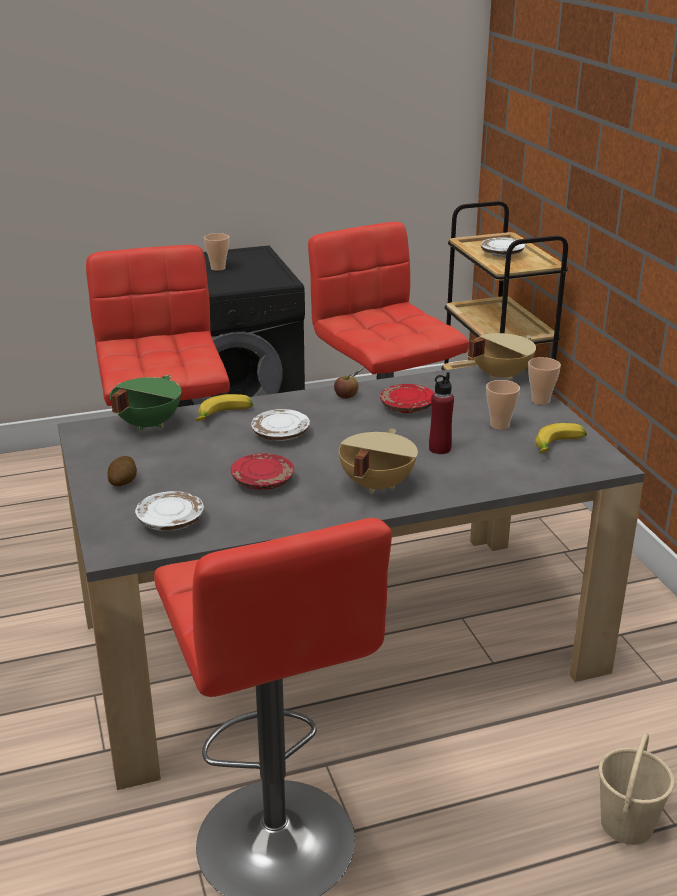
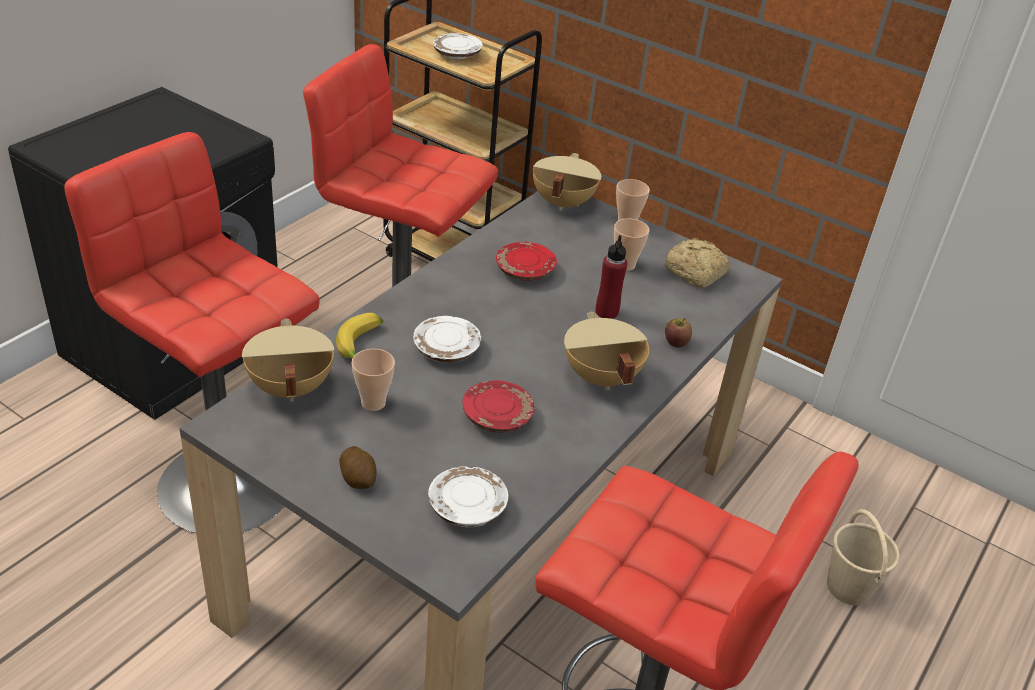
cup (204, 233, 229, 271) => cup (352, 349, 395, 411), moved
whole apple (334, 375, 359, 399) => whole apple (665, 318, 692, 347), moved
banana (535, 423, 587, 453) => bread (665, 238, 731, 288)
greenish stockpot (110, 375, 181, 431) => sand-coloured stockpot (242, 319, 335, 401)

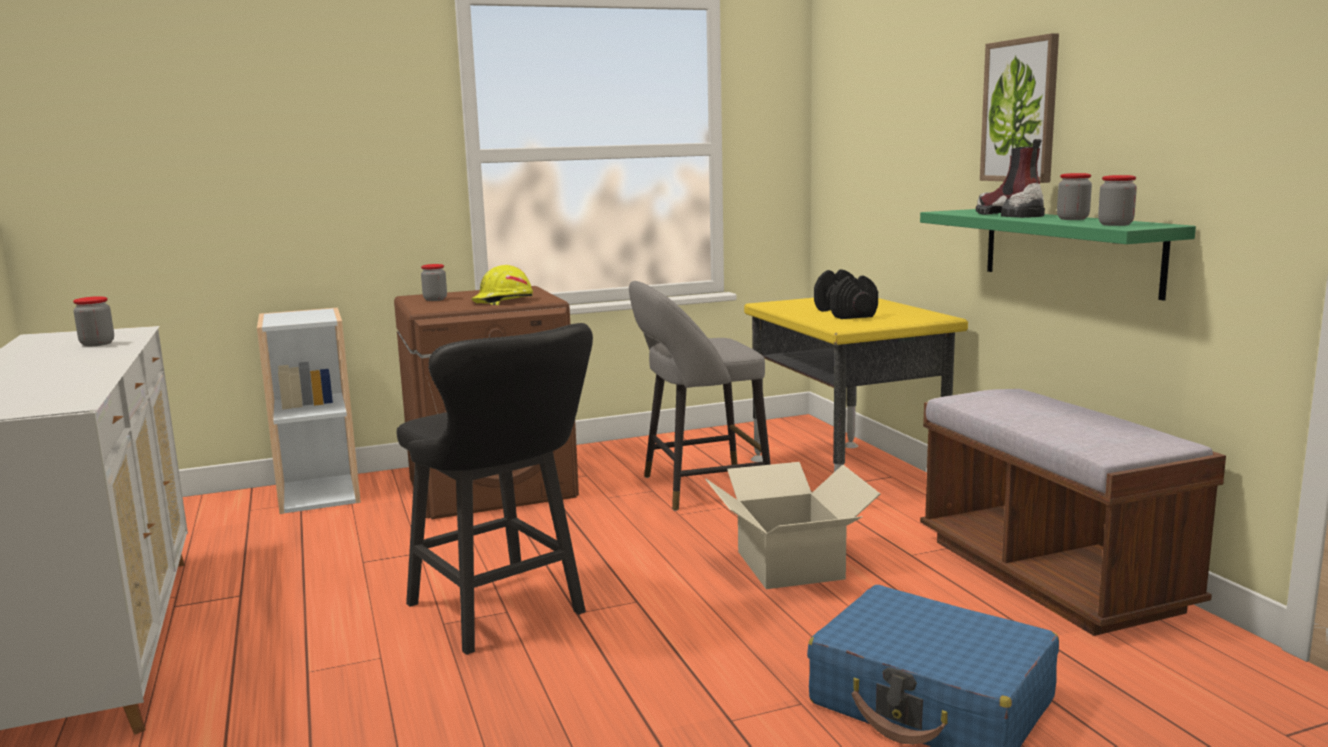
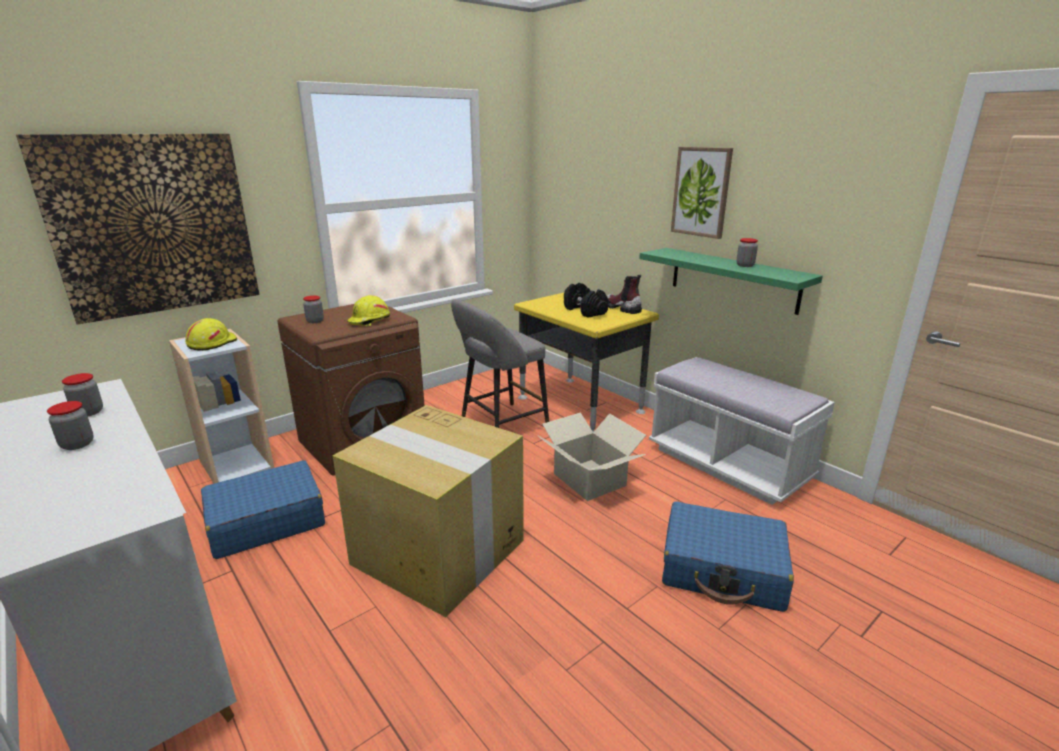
nothing => picture (16, 134, 259, 325)
nothing => yellowish hard hat (185, 318, 237, 351)
nothing => blue travel case (201, 460, 325, 559)
high-top boot (976, 139, 1045, 218) => high-top boot (607, 275, 642, 314), moved
storage jar (1098, 175, 1137, 226) => storage jar (47, 401, 94, 450), moved
black-coloured stool (396, 323, 593, 655) => packing box (333, 405, 524, 617)
brown bench (920, 389, 1226, 636) => whitish bench (649, 357, 835, 505)

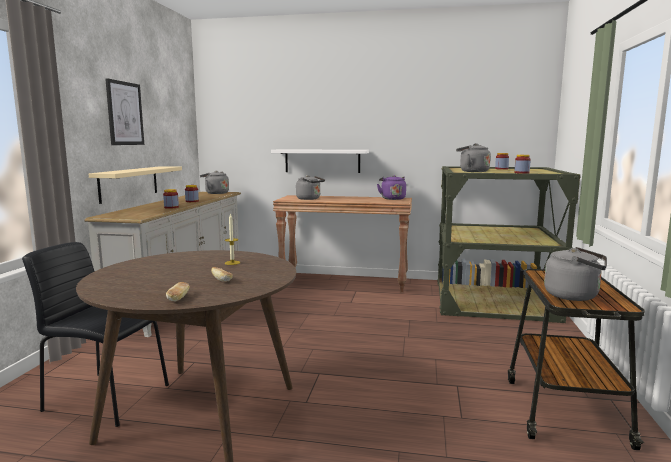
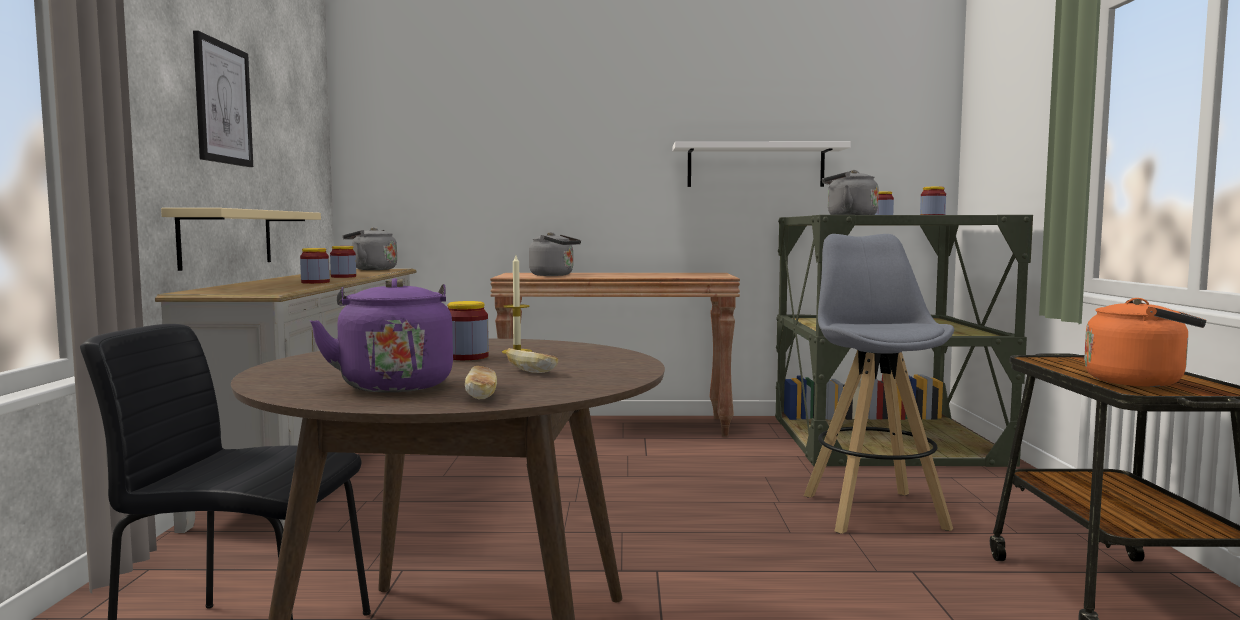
nothing => storage jar (447, 301, 489, 360)
nothing => gray stool (804, 234, 954, 534)
whitish shelf (271, 149, 369, 173) => whitish shelf (673, 142, 851, 187), moved
purple water kettle (377, 175, 406, 200) => purple water kettle (310, 278, 453, 392), moved
gray water kettle (544, 247, 607, 301) => orange water kettle (1084, 298, 1206, 387)

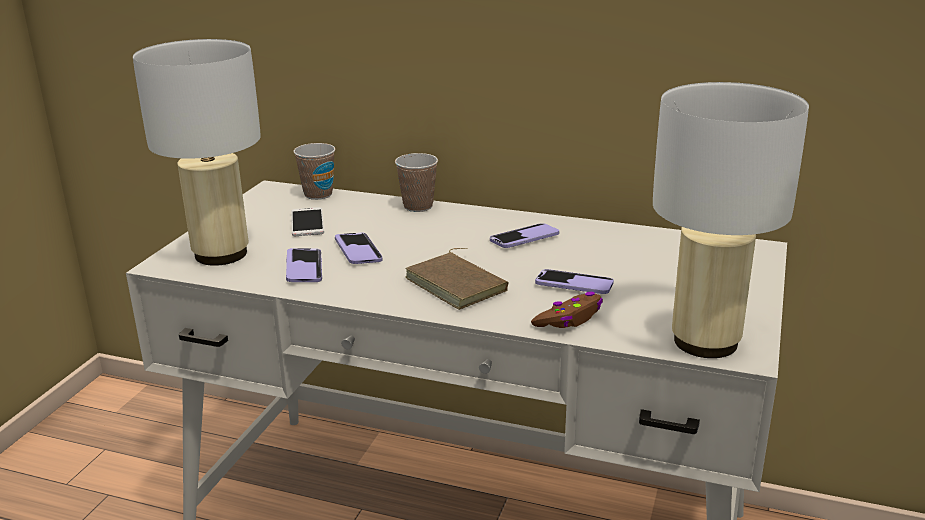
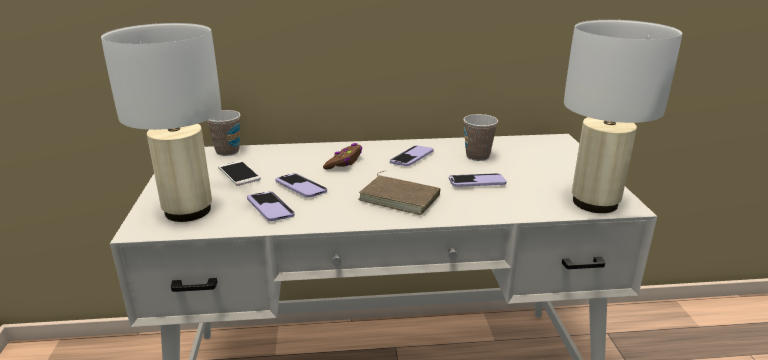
cup (395, 153, 438, 212) => cup (463, 114, 498, 161), moved
brown gamepad (531, 292, 603, 328) => brown gamepad (323, 143, 362, 169), moved

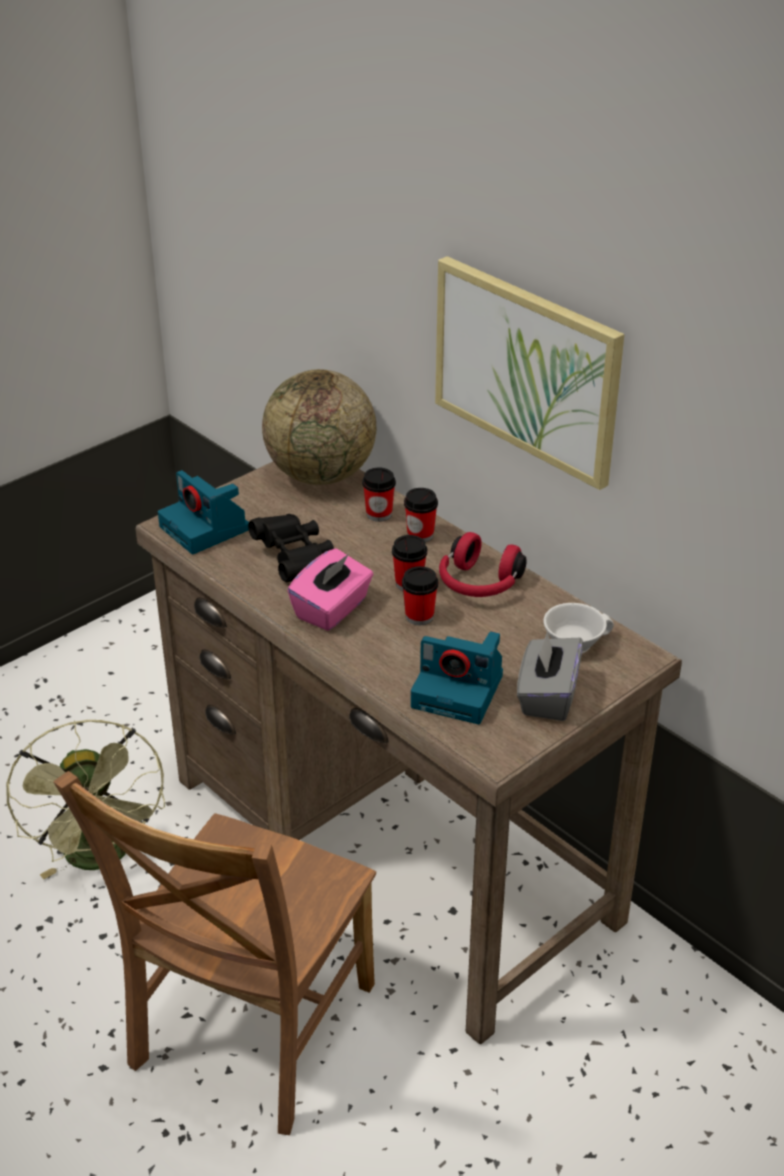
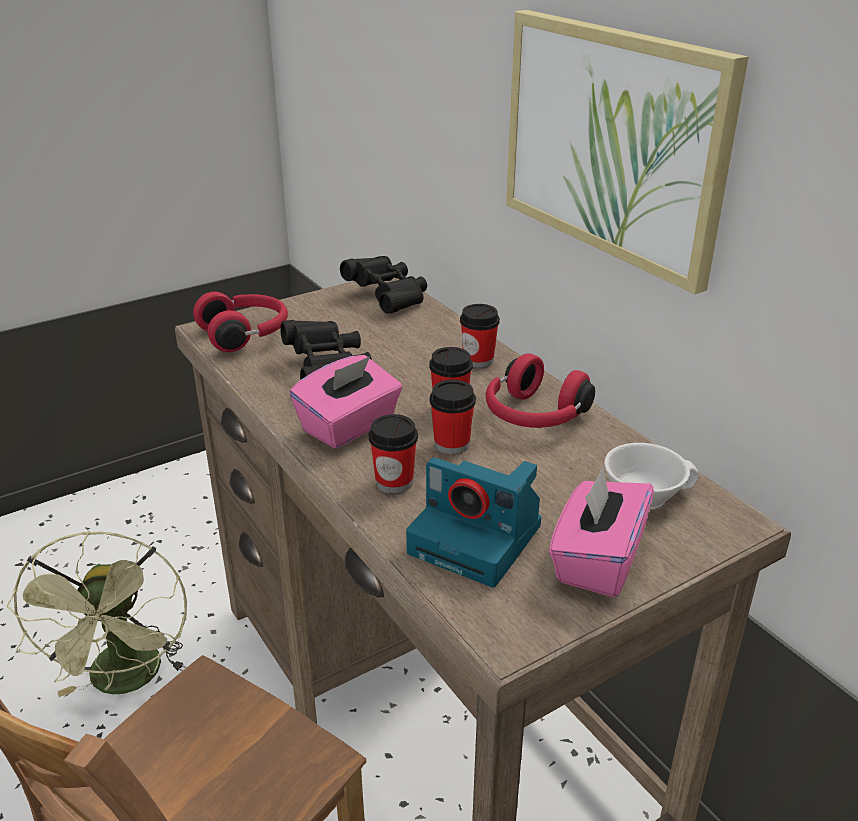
cup (362, 467, 396, 522) => cup (369, 414, 418, 493), moved
still camera (158, 470, 249, 554) => red headset (193, 292, 288, 352)
desk globe (262, 369, 376, 485) => black-coloured binoculars (340, 256, 427, 314)
gray box of tissues (517, 632, 583, 721) => pinkish box of tissues (549, 468, 654, 597)

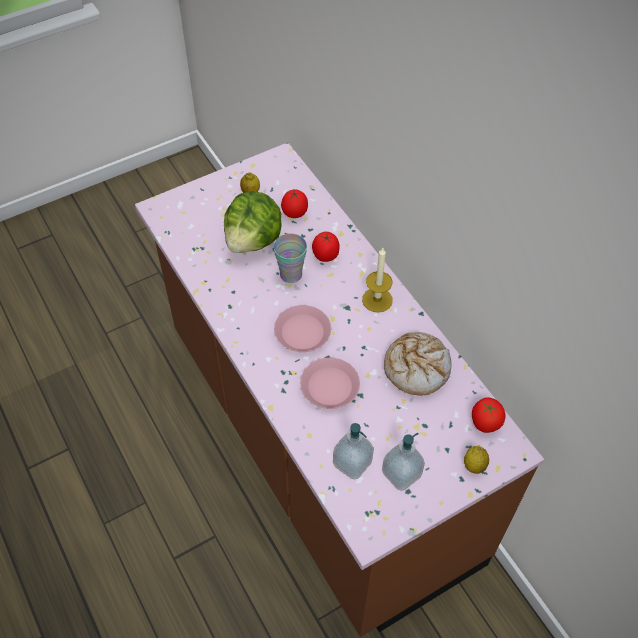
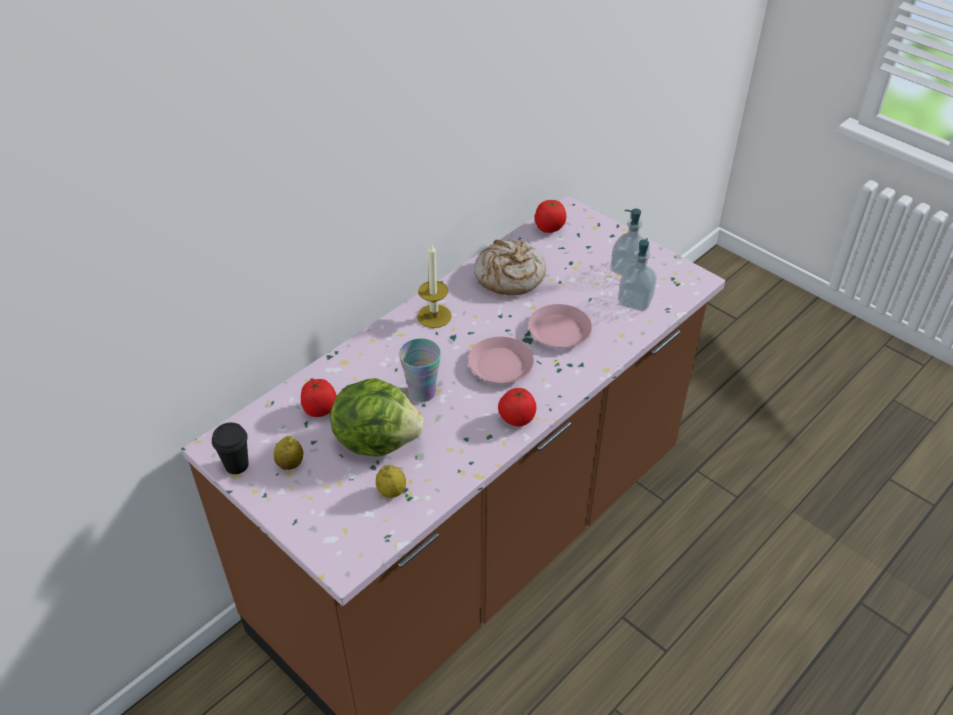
nothing => black-coloured cup (212, 423, 249, 474)
fresh tomato (312, 232, 340, 262) => fresh tomato (498, 388, 536, 427), moved
lemon (464, 446, 489, 474) => lemon (376, 465, 406, 498), moved

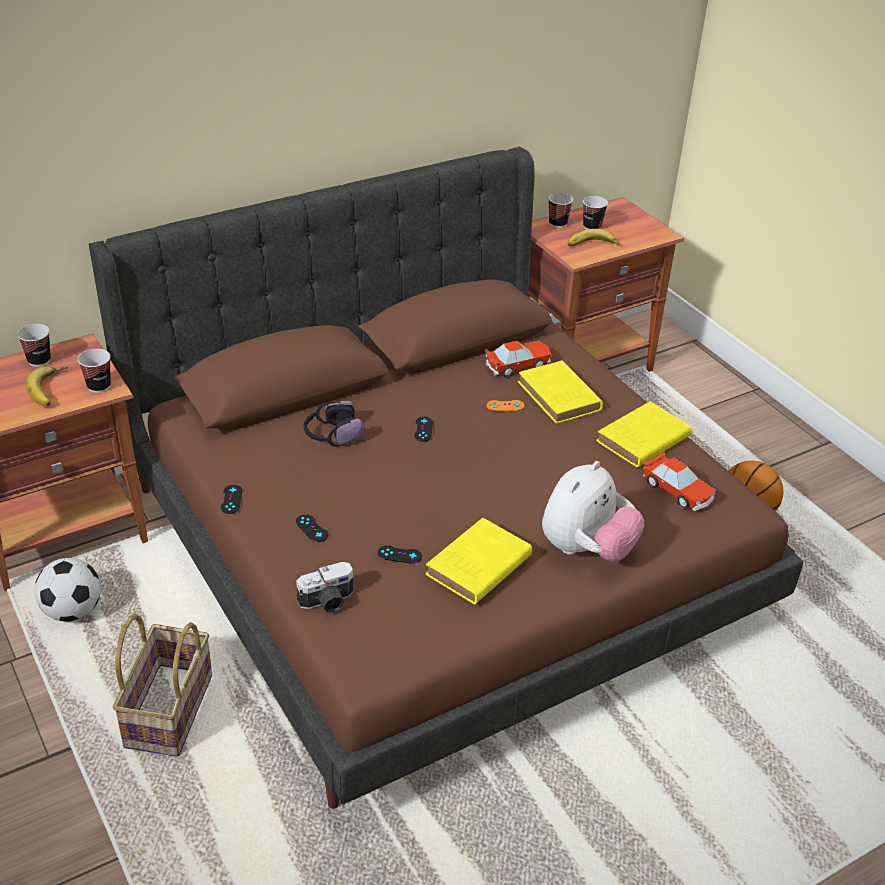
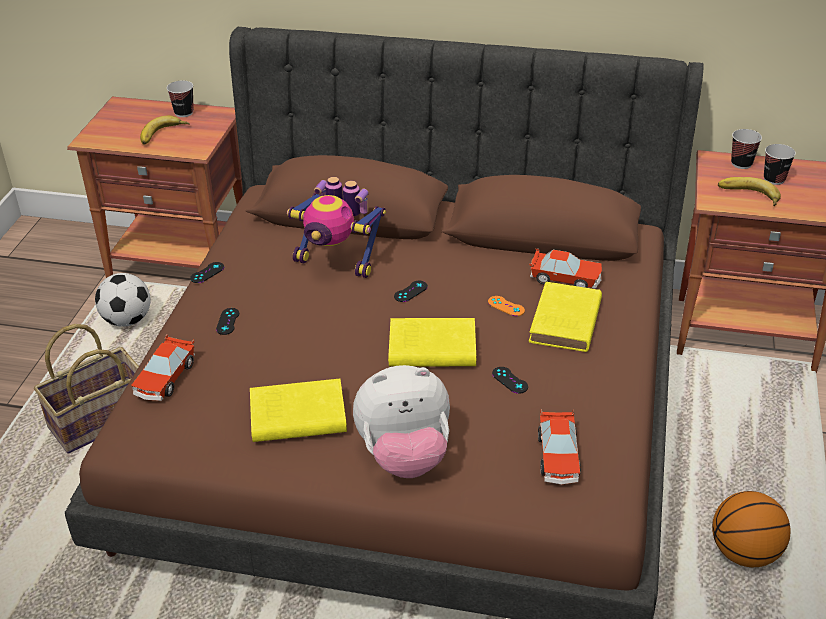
cup (78, 349, 111, 393) => nothing
black-coloured gamepad (378, 545, 422, 564) => black-coloured gamepad (492, 367, 528, 394), moved
yellowish volume (596, 401, 691, 467) => yellowish volume (388, 318, 477, 366), moved
still camera (296, 562, 353, 613) => miniature car (131, 334, 195, 401)
headset (304, 401, 365, 447) => robot figure (287, 177, 386, 278)

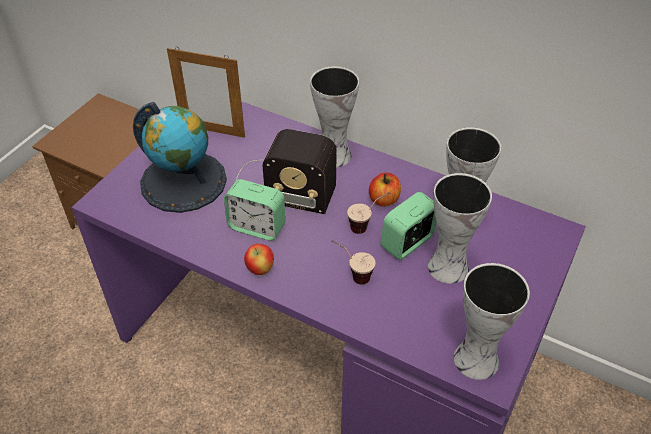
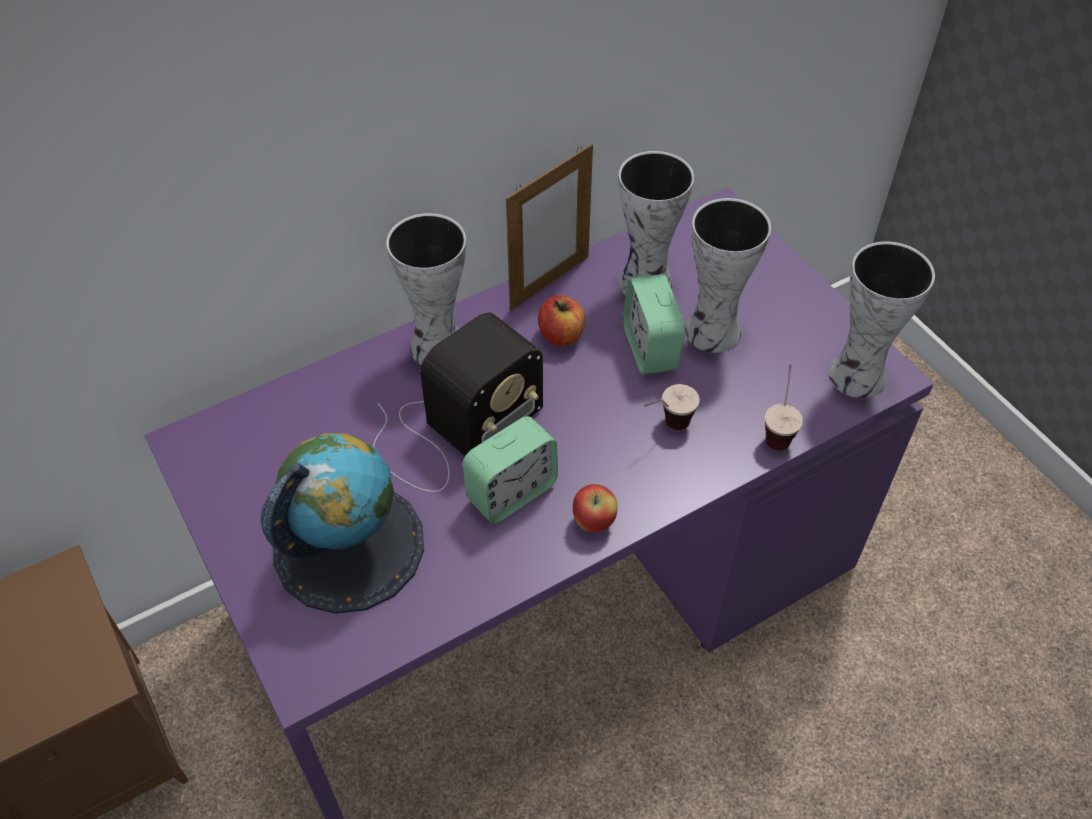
standing frame (167, 47, 245, 138) => standing frame (506, 144, 593, 310), moved
cup (347, 192, 390, 234) => cup (765, 364, 803, 450), moved

